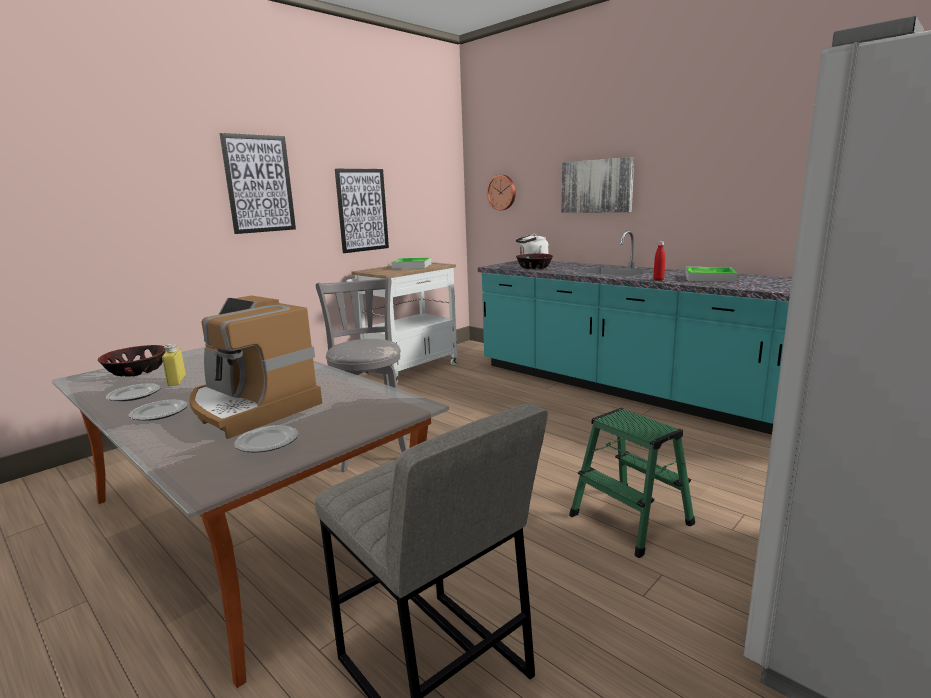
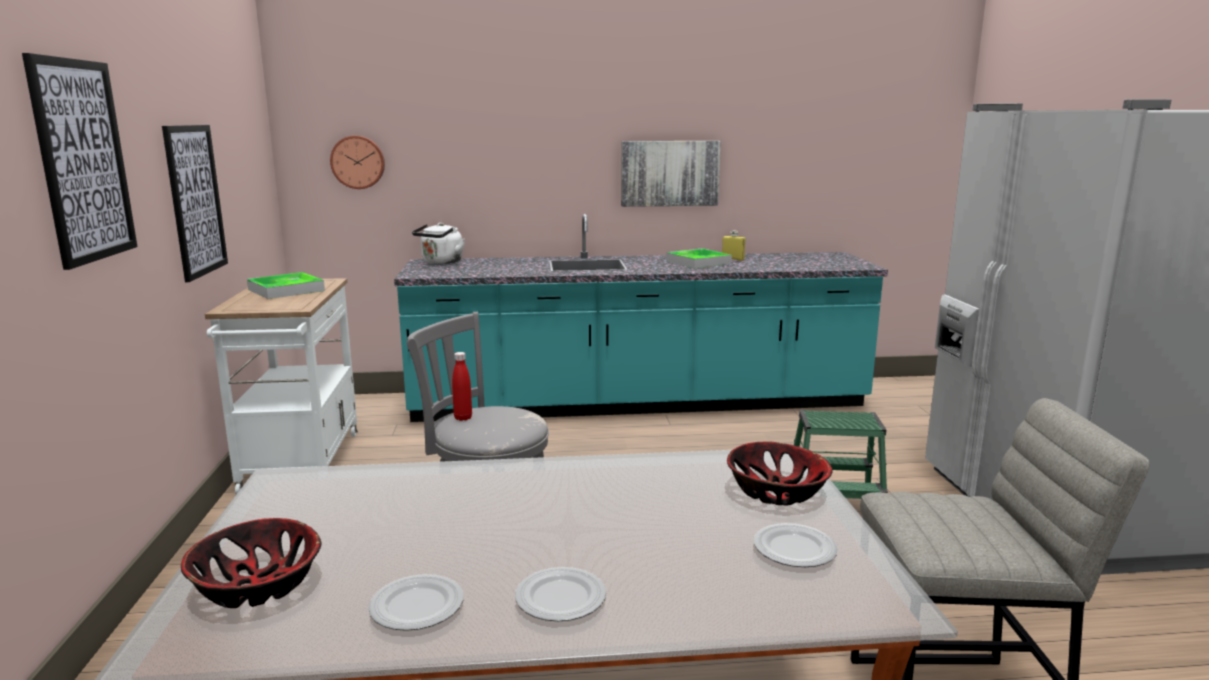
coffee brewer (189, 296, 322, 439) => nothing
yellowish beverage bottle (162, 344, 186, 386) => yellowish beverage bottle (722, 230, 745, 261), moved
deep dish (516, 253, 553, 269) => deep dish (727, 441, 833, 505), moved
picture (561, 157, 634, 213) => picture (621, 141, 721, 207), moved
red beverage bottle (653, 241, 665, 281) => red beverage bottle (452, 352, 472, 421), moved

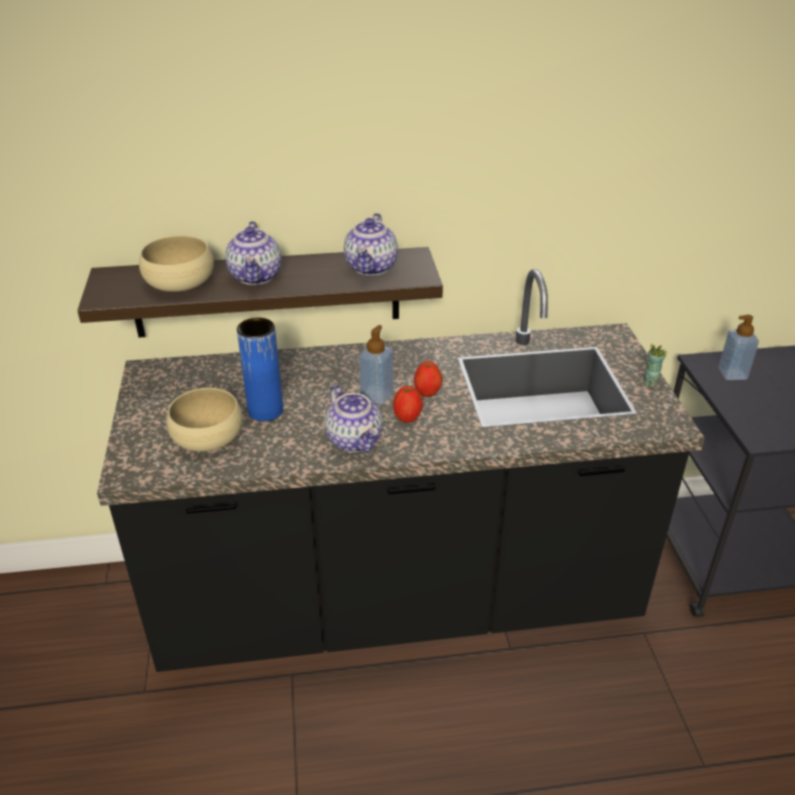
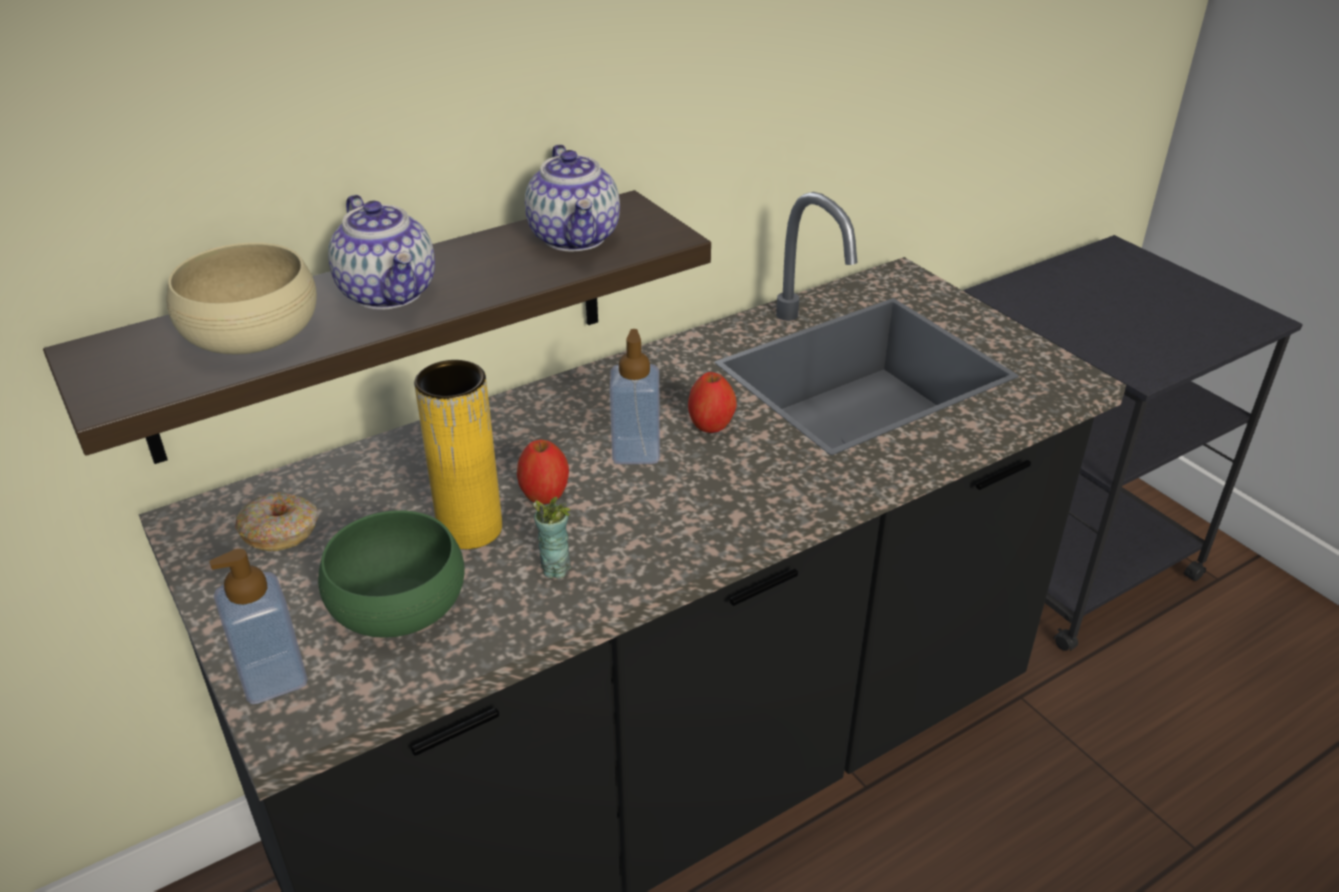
teapot (325, 385, 383, 452) => nothing
nothing => doughnut (235, 492, 318, 551)
whole apple (393, 386, 423, 423) => whole apple (517, 440, 569, 504), moved
cup (644, 344, 668, 387) => cup (533, 497, 571, 579), moved
soap dispenser (718, 315, 759, 380) => soap dispenser (210, 549, 307, 704), moved
sand-coloured deep dish (166, 388, 243, 452) => greenish deep dish (318, 510, 465, 638)
blue flower vase (237, 317, 283, 421) => yellowish flower vase (414, 360, 502, 549)

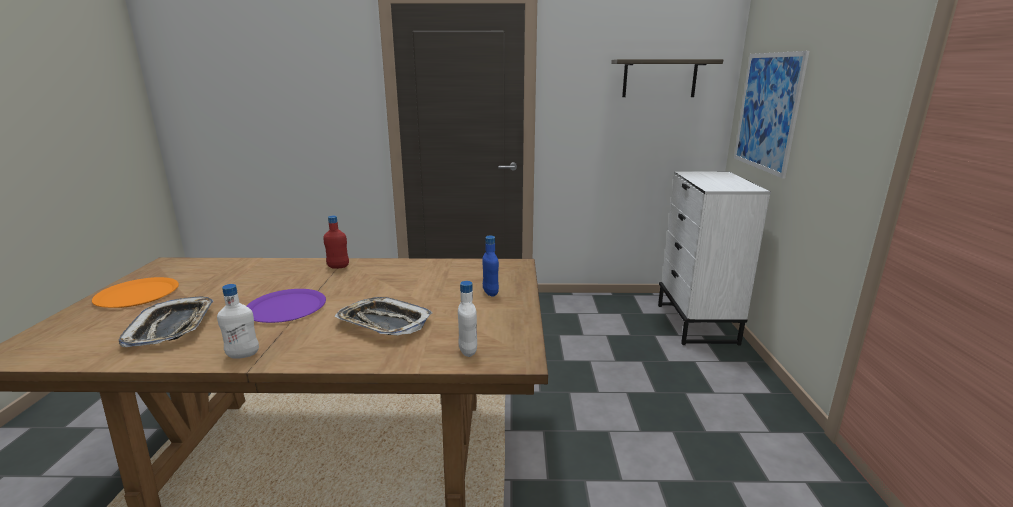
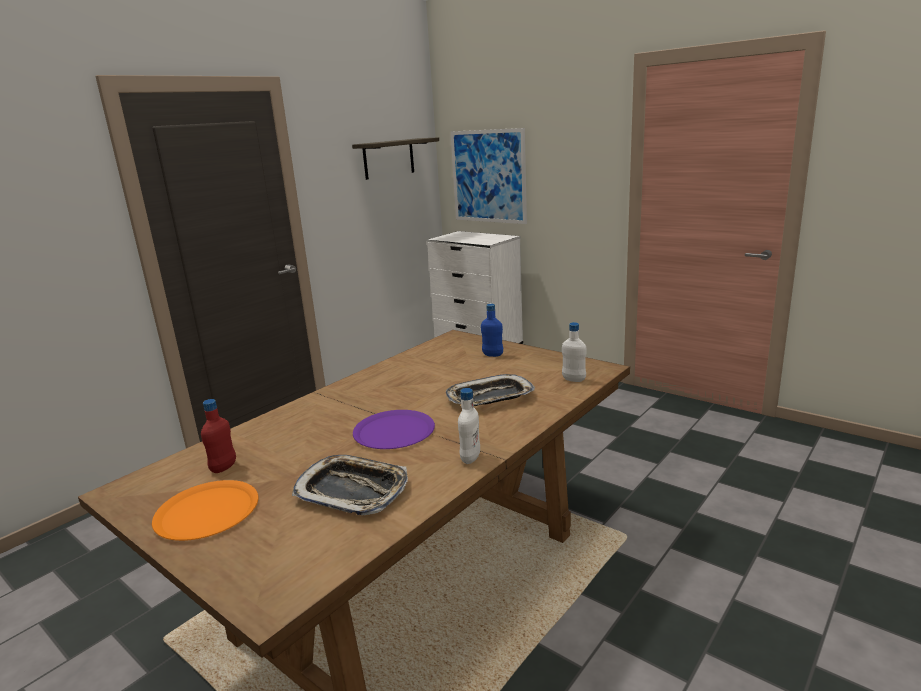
red beverage bottle (323, 216, 349, 269) => red beverage bottle (201, 399, 236, 473), moved

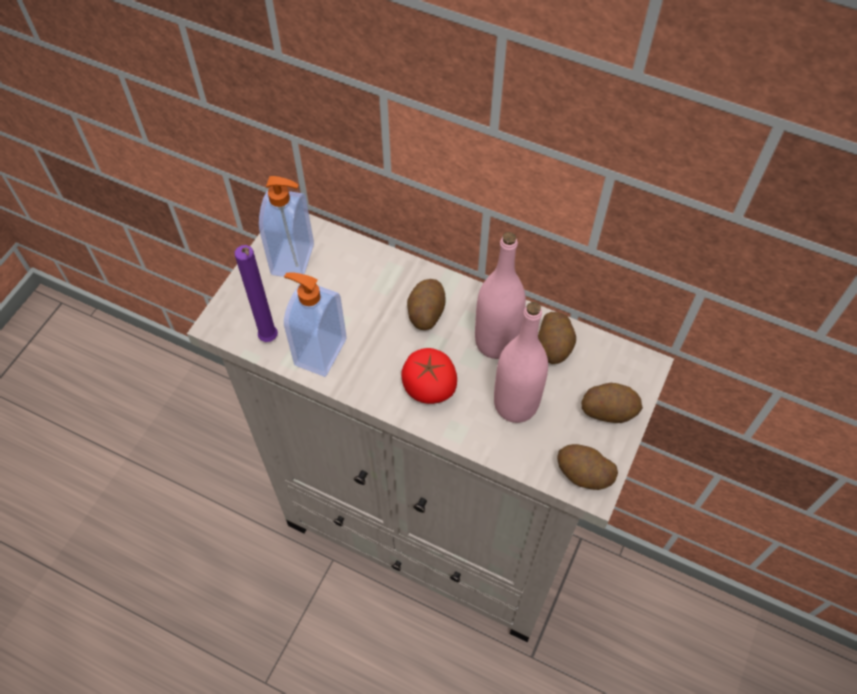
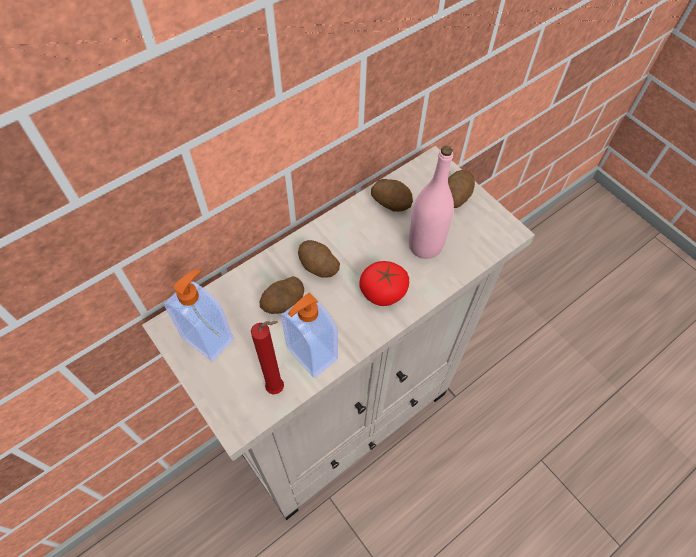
pinkish beverage bottle (475, 232, 526, 359) => nothing
potato (557, 444, 618, 490) => potato (260, 276, 304, 314), moved
purple wax candle (235, 245, 278, 342) => red wax candle (251, 321, 284, 395)

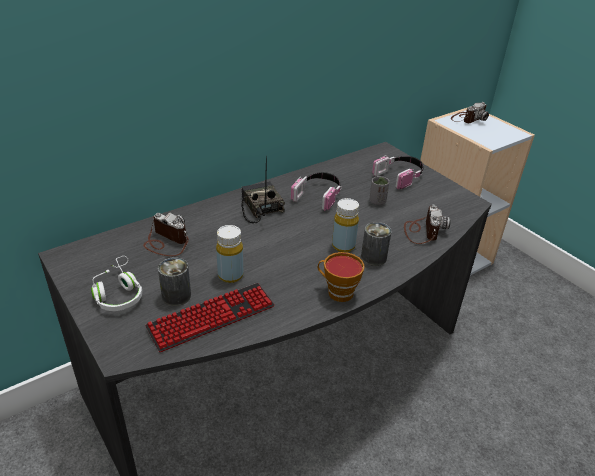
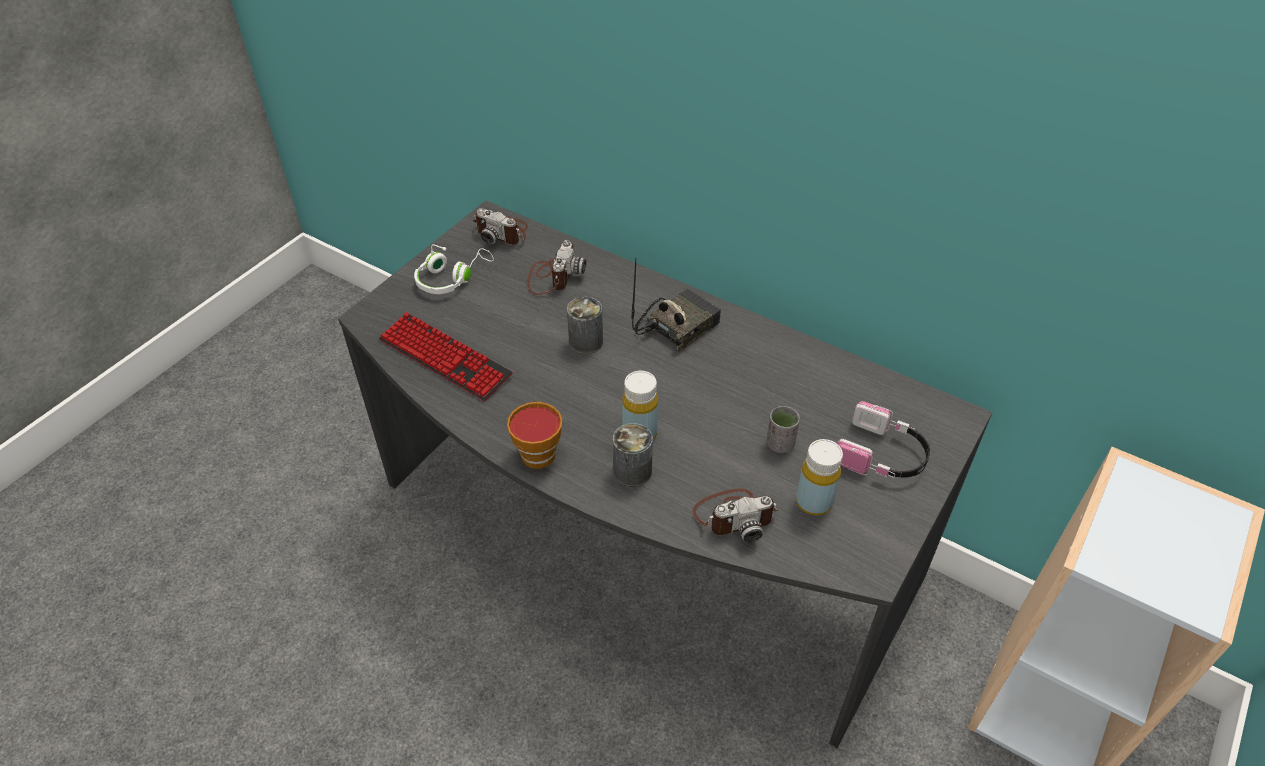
headset (291, 172, 342, 211) => nothing
can (158, 257, 191, 306) => can (567, 297, 603, 354), moved
yellowish beverage bottle (216, 225, 243, 283) => yellowish beverage bottle (796, 439, 843, 515), moved
still camera (451, 102, 489, 123) => still camera (473, 208, 528, 245), moved

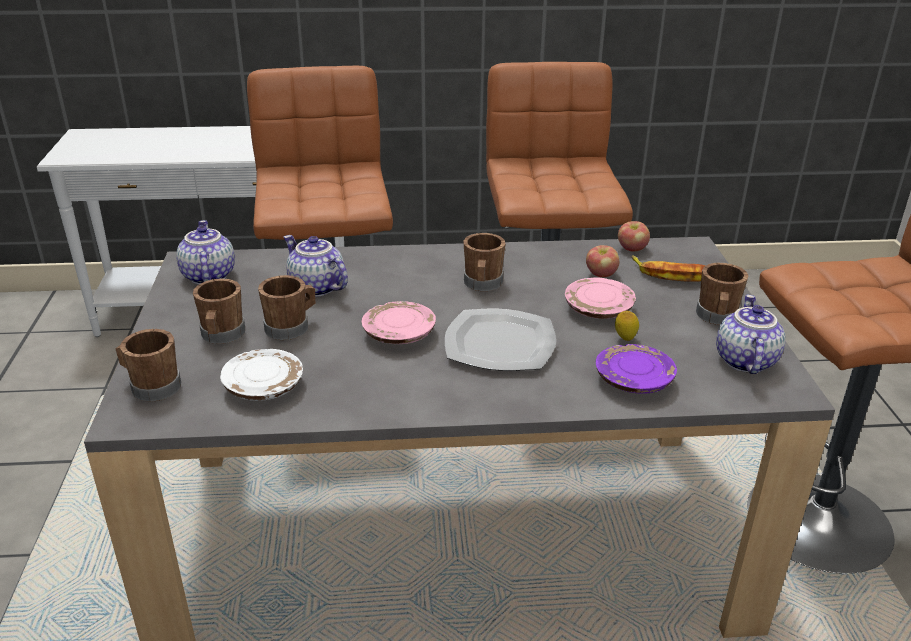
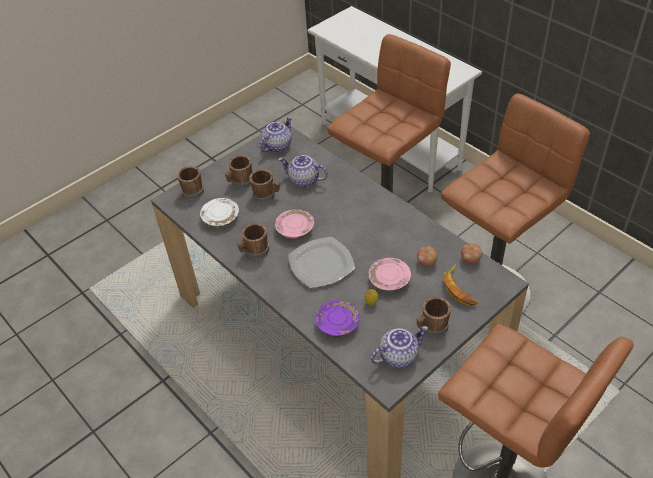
brown mug (463, 233, 506, 291) => brown mug (237, 223, 269, 259), moved
teapot (284, 235, 348, 297) => teapot (278, 155, 328, 188), 75 degrees counterclockwise

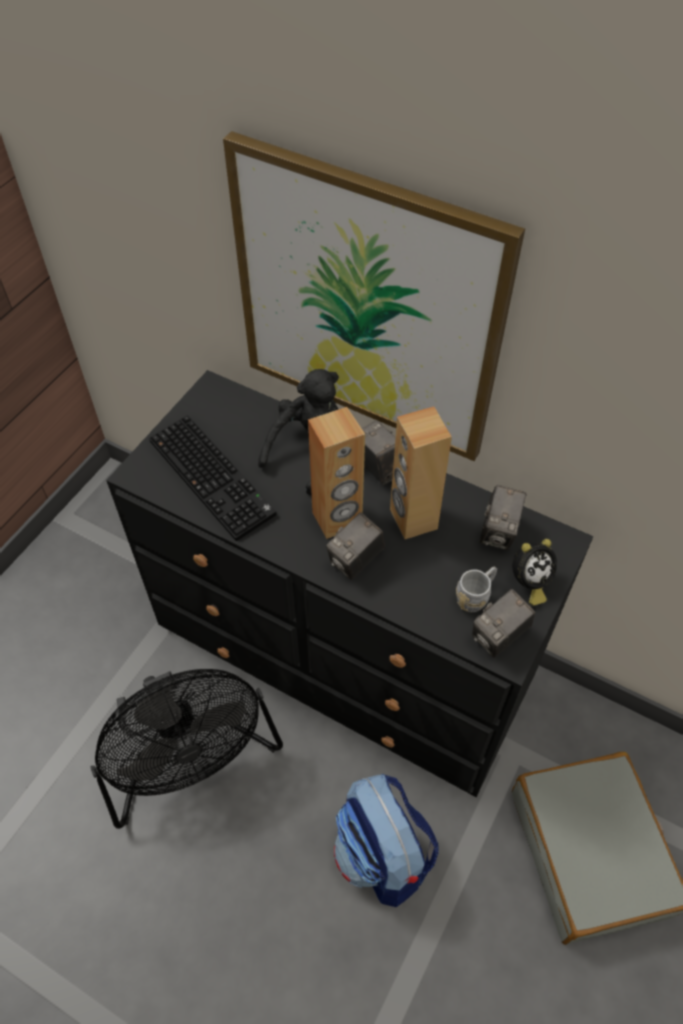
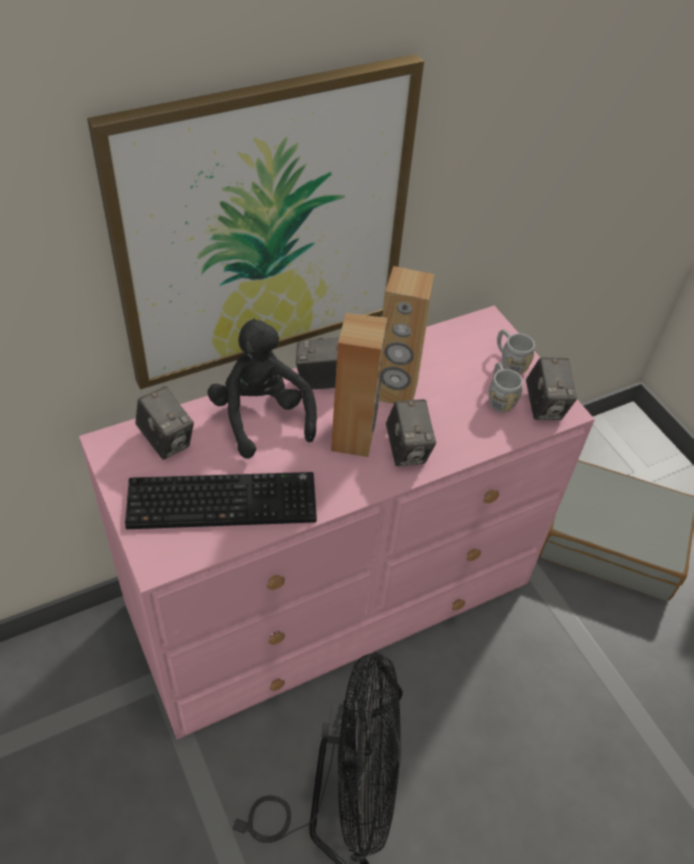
knapsack (334, 774, 438, 907) => nothing
still camera (479, 485, 527, 550) => still camera (135, 386, 194, 460), moved
alarm clock (512, 539, 557, 605) => gray mug (497, 330, 535, 374)
black-coloured dresser (106, 370, 594, 797) => pinkish dresser (79, 306, 595, 739)

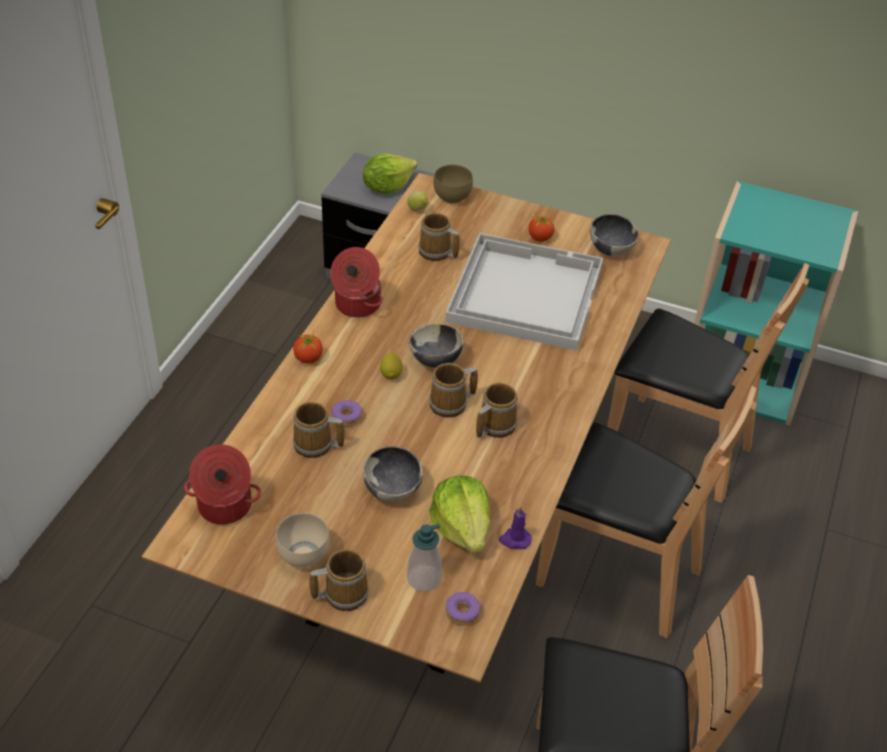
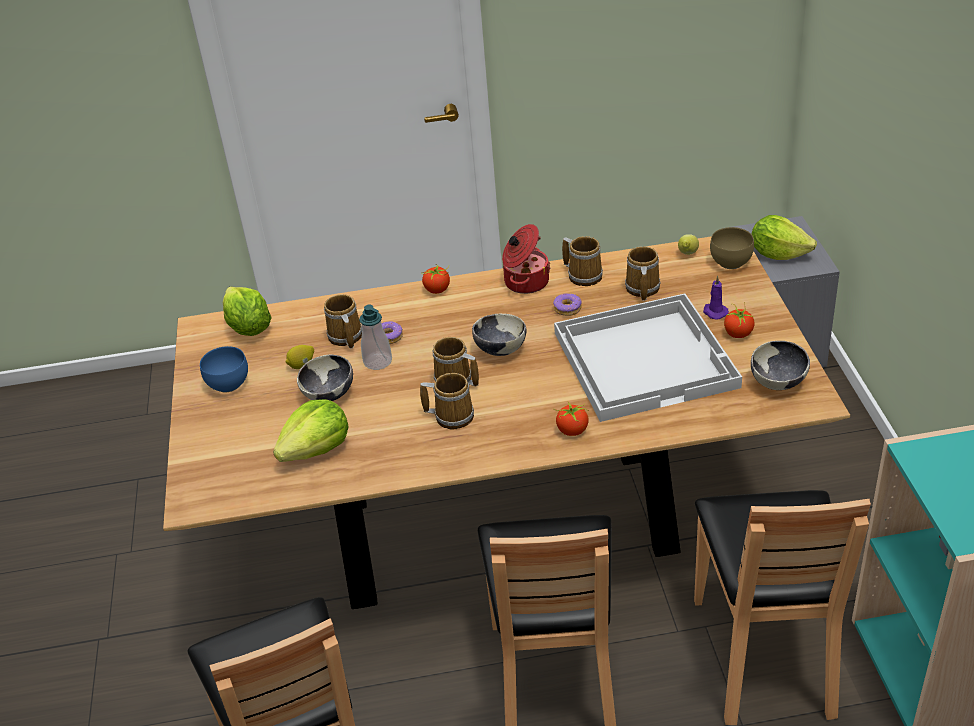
nothing => fresh tomato (553, 402, 589, 436)
mug (309, 549, 369, 611) => mug (562, 236, 603, 286), moved
lemon (380, 352, 403, 380) => lemon (286, 345, 314, 369), moved
soap dispenser (407, 524, 442, 592) => soap dispenser (359, 305, 392, 370), moved
doughnut (446, 592, 481, 625) => doughnut (553, 293, 582, 316), moved
purple wax candle (499, 506, 532, 549) => purple wax candle (703, 275, 729, 320), moved
stockpot (184, 444, 261, 524) => lettuce (222, 286, 272, 336)
sand-coloured deep dish (276, 513, 330, 567) => blue deep dish (200, 346, 248, 392)

